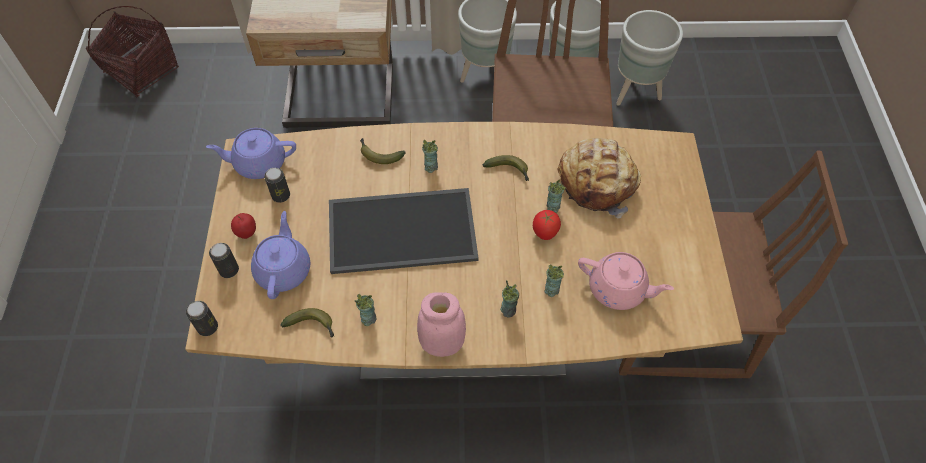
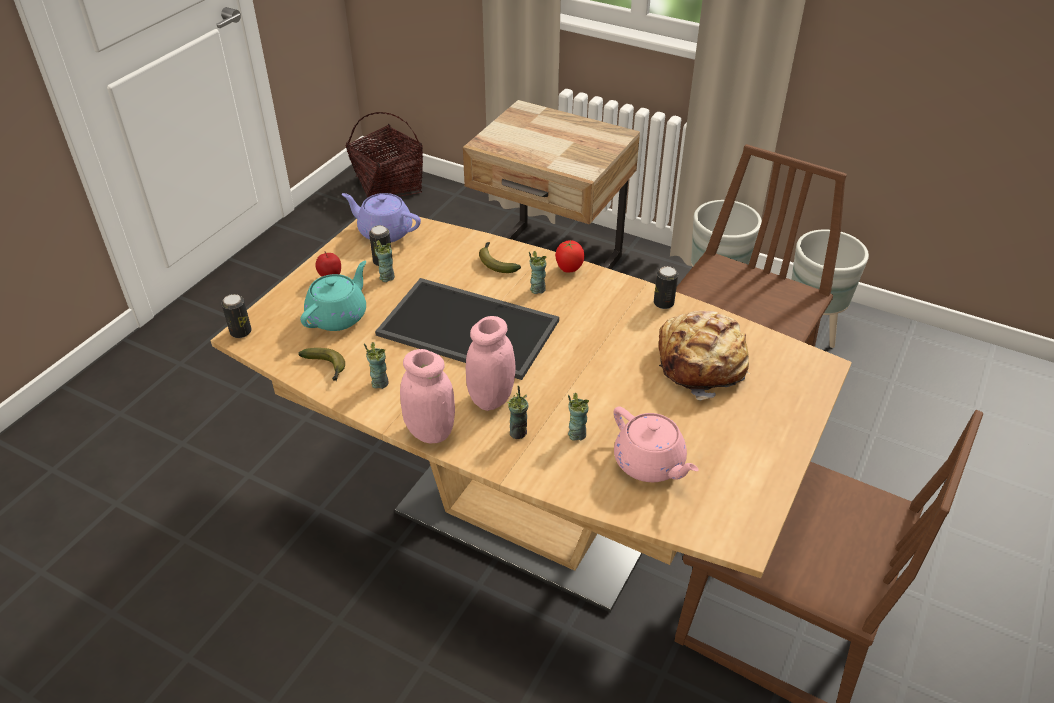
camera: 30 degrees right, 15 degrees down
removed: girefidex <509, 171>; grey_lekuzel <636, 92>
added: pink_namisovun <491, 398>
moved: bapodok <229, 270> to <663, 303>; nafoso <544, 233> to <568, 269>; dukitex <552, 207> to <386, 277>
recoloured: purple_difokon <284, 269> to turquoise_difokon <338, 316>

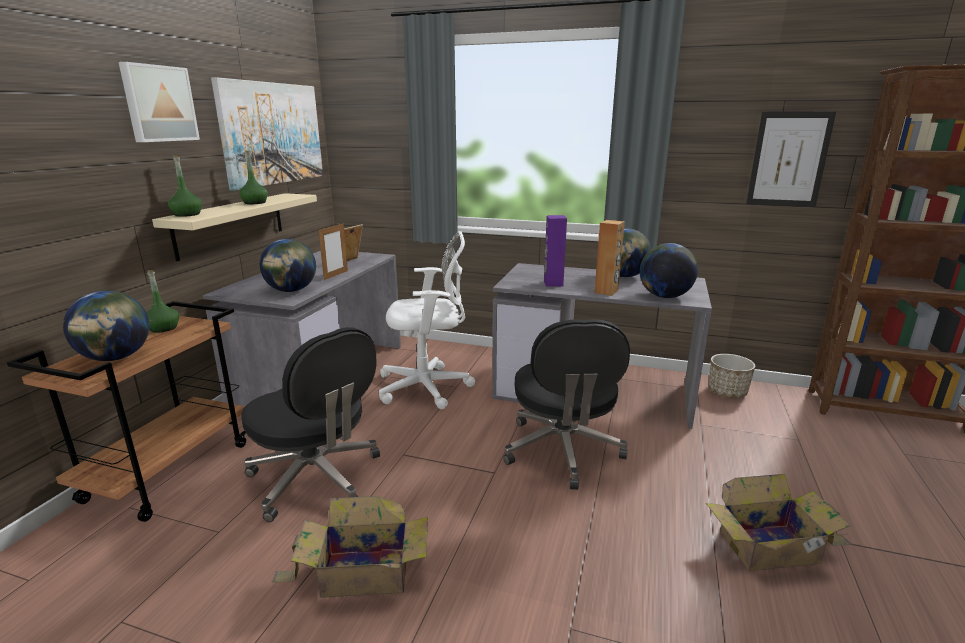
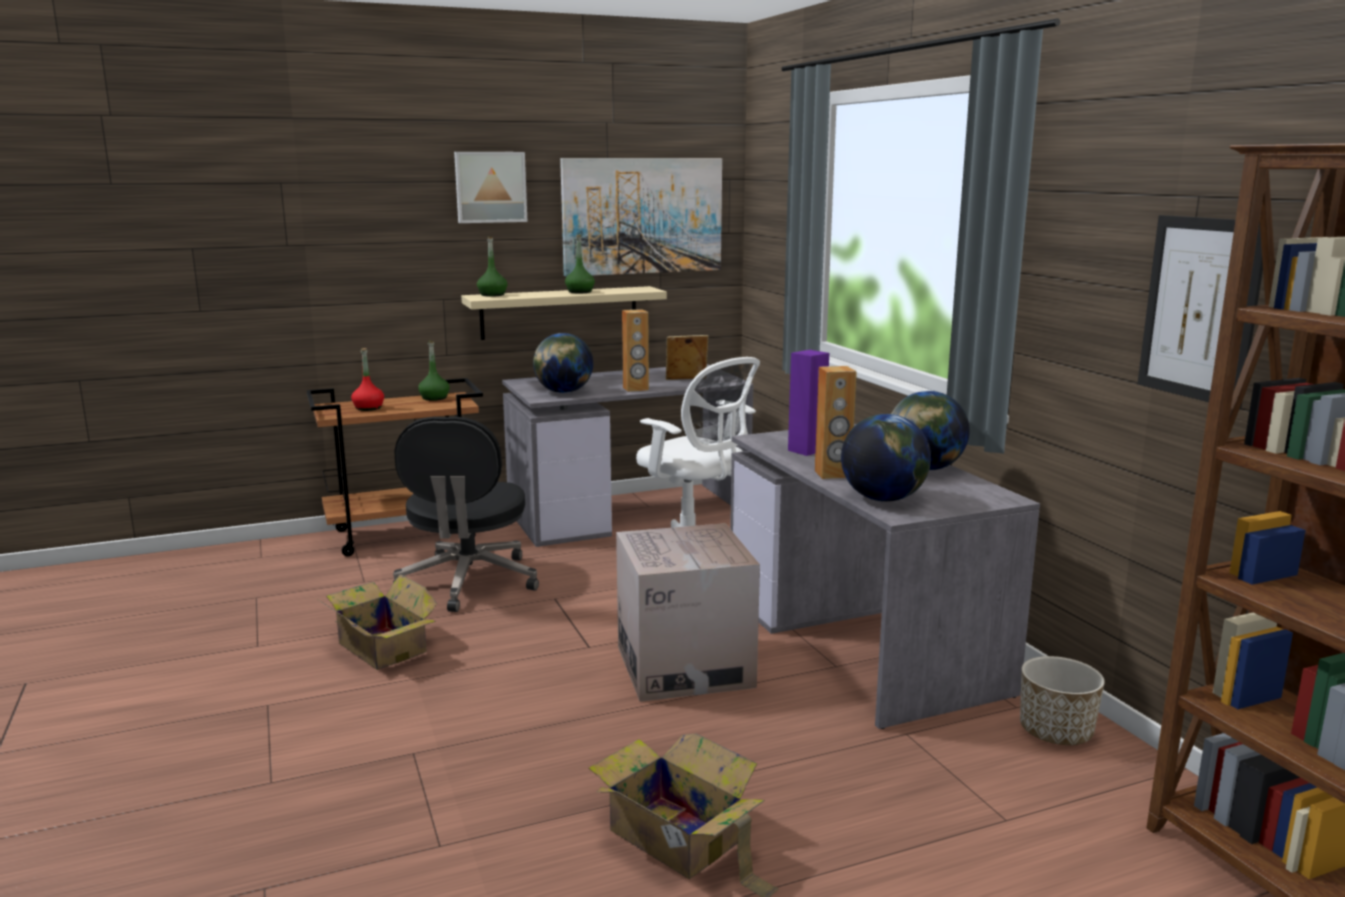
camera: 50 degrees right, 5 degrees down
replaced: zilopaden <116, 358> to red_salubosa <368, 408>; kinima <336, 275> to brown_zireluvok <635, 389>; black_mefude <562, 451> to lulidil <684, 666>

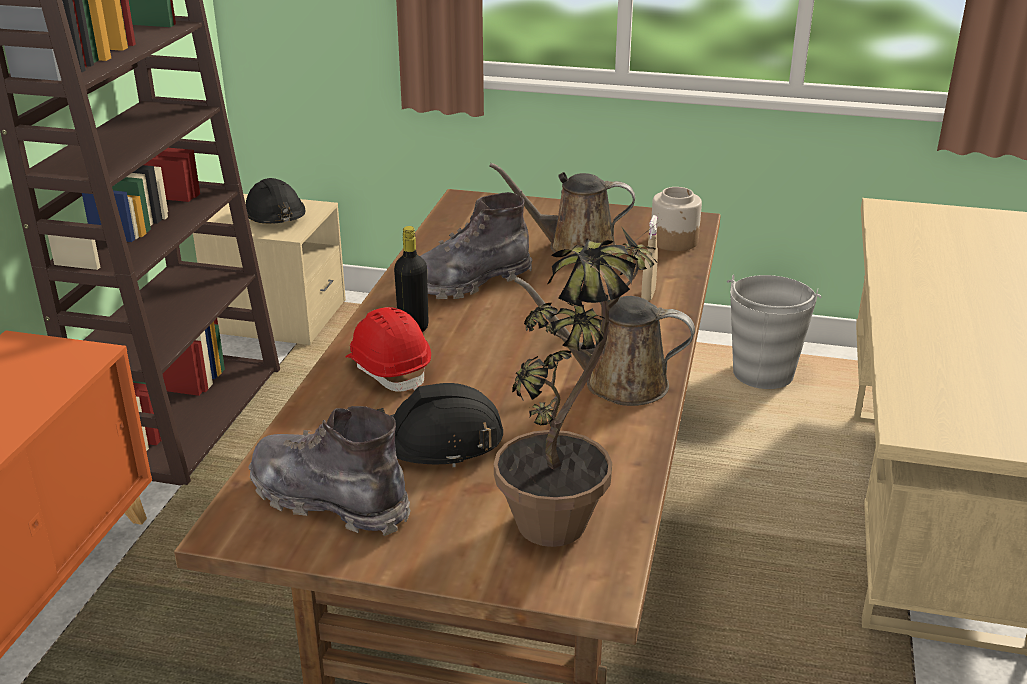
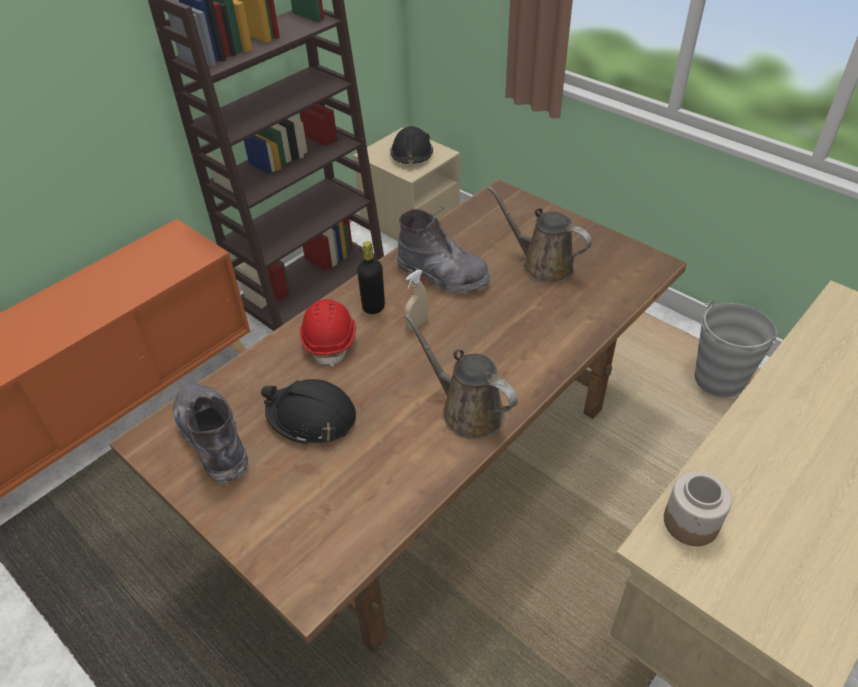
camera: 30 degrees right, 15 degrees up
removed: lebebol <568, 512>
moved: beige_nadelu <648, 295> to <417, 324>; namisovun <674, 241> to <691, 522>
turned: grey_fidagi <470, 281> = <443, 276> 150 degrees counterclockwise

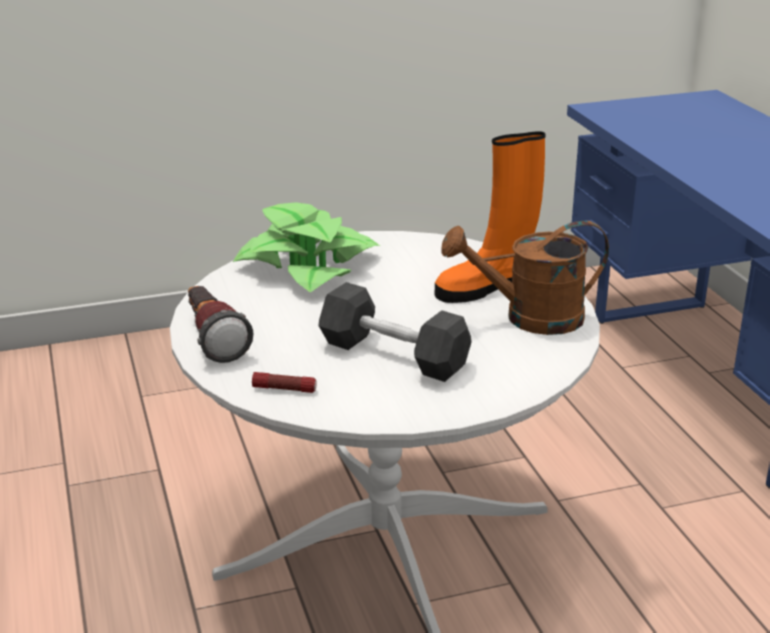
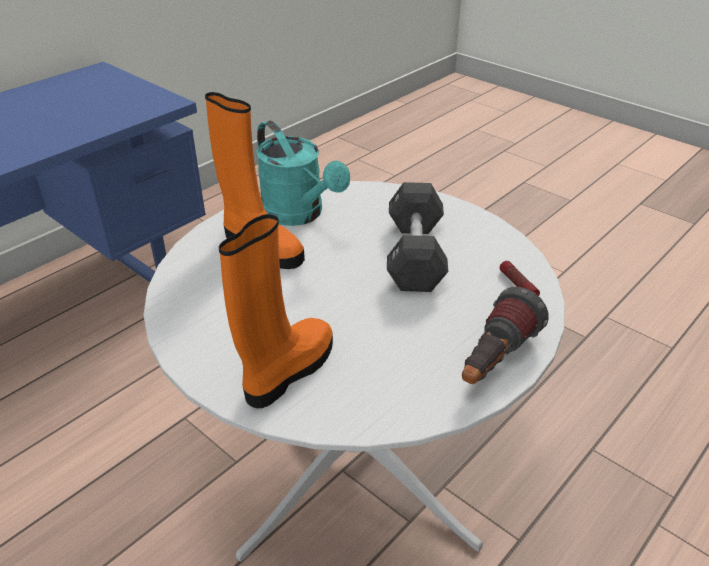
camera: 120 degrees left, 10 degrees up
replaced: lebebol <308, 265> to orange_fidagi <287, 371>
recoloured: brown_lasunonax <530, 318> to turquoise_lasunonax <299, 214>

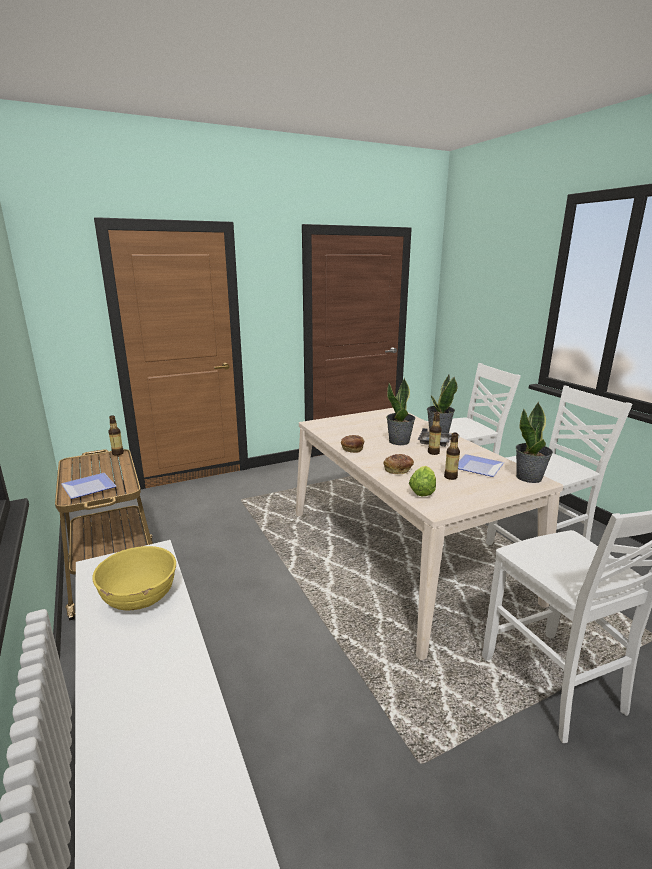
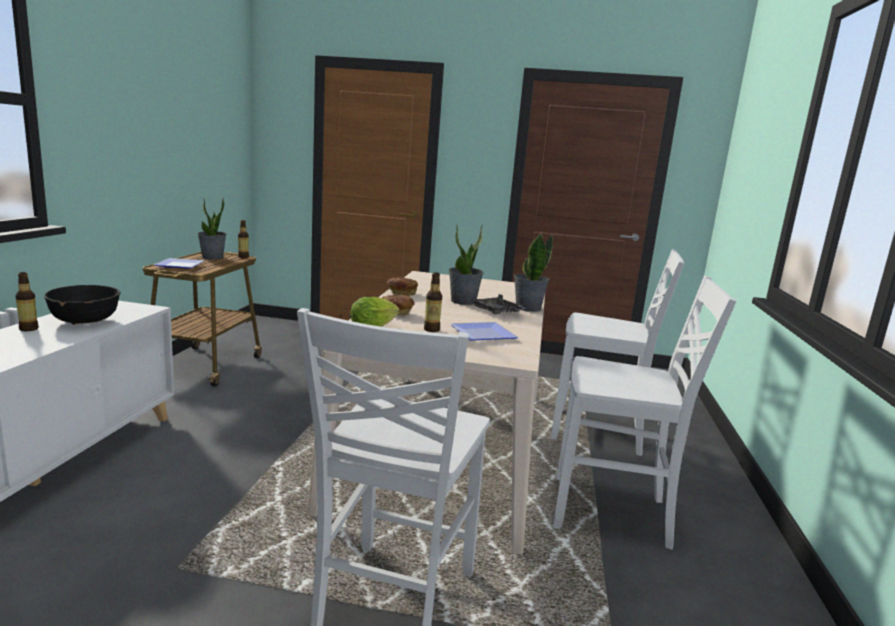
camera: 35 degrees right, 5 degrees down
moved: salubosa <433, 452> to <28, 329>; lebebol <529, 477> to <212, 257>
recoloured: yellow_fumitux <140, 597> to black_fumitux <85, 321>

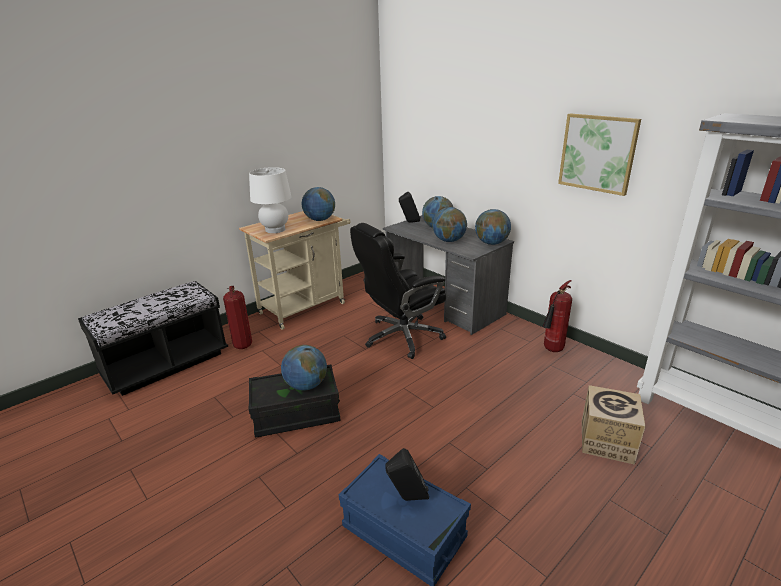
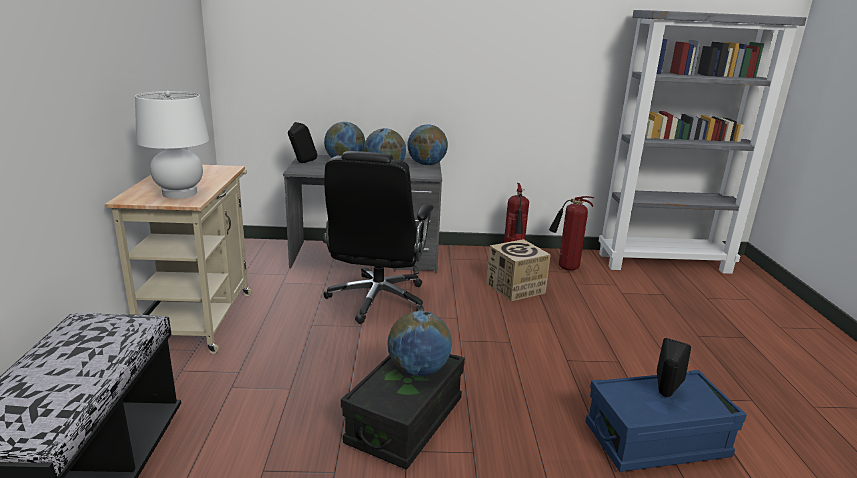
camera: 50 degrees left, 5 degrees down
removed: zilopaden <320, 220>; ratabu <597, 153>
moved: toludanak <242, 345> to <565, 268>; lulidil <606, 441> to <515, 288>

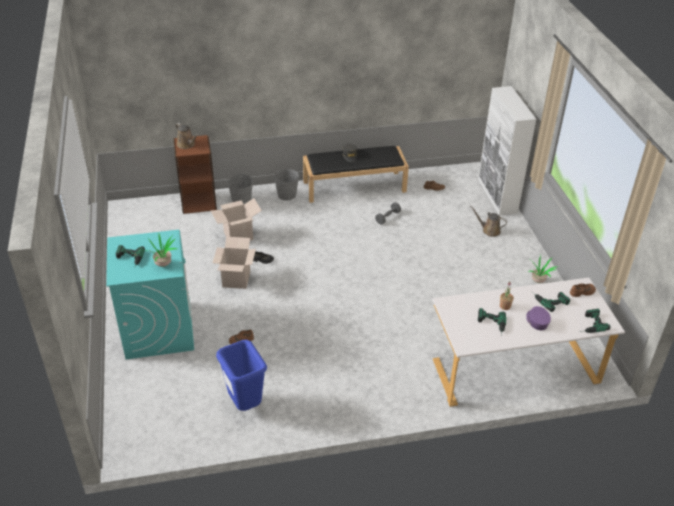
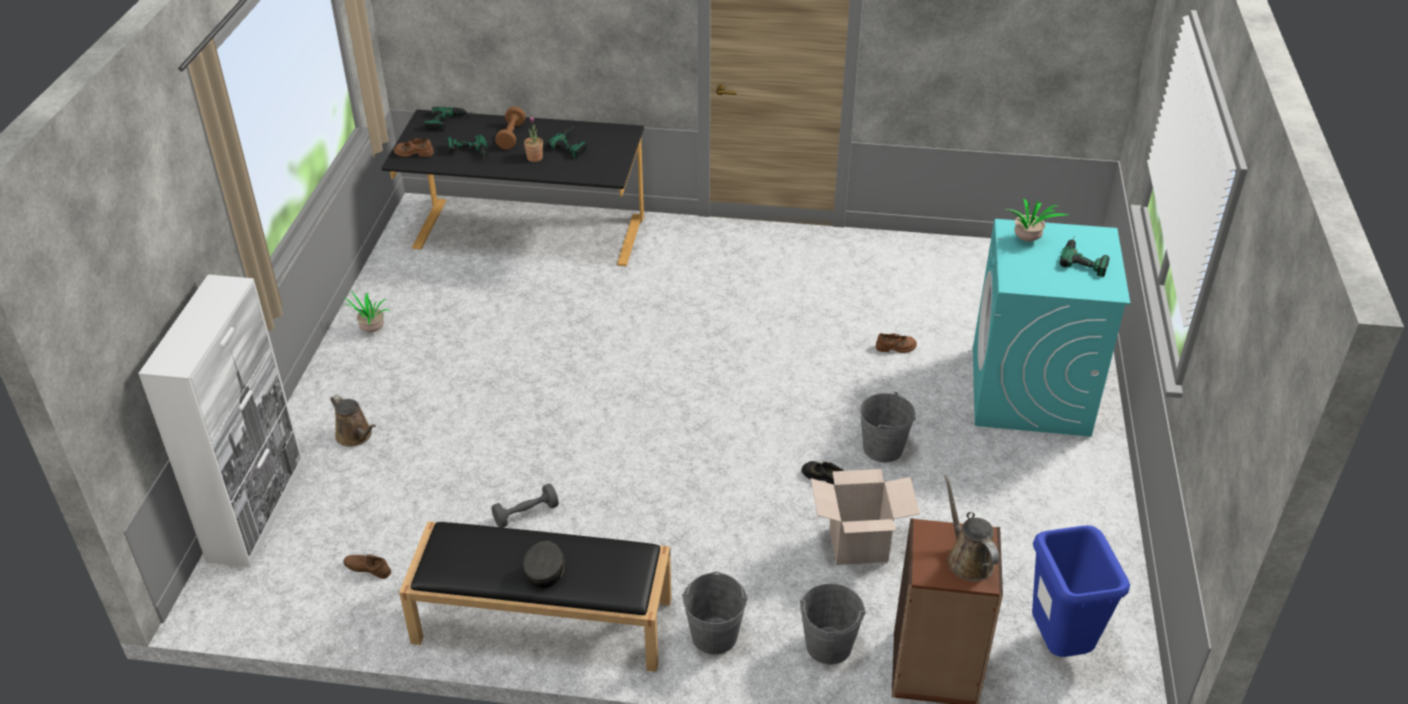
camera: 160 degrees left, 0 degrees up
moved: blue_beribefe <245, 404> to <1059, 646>
replaced: lulidil <236, 279> to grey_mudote <883, 448>; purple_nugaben <537, 321> to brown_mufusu <511, 136>
recoloured: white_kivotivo <514, 367> to black_kivotivo <526, 236>

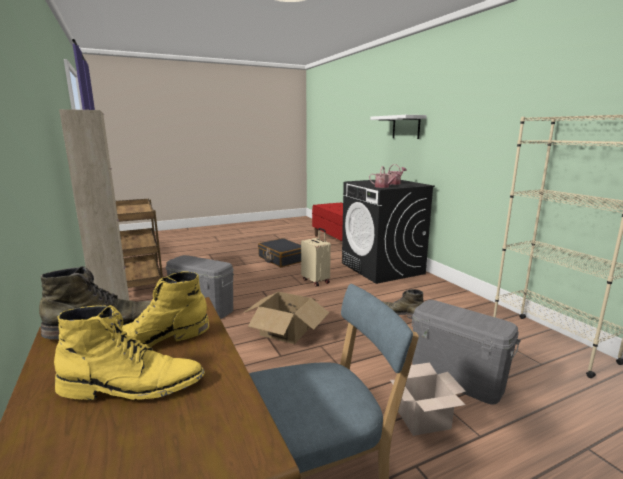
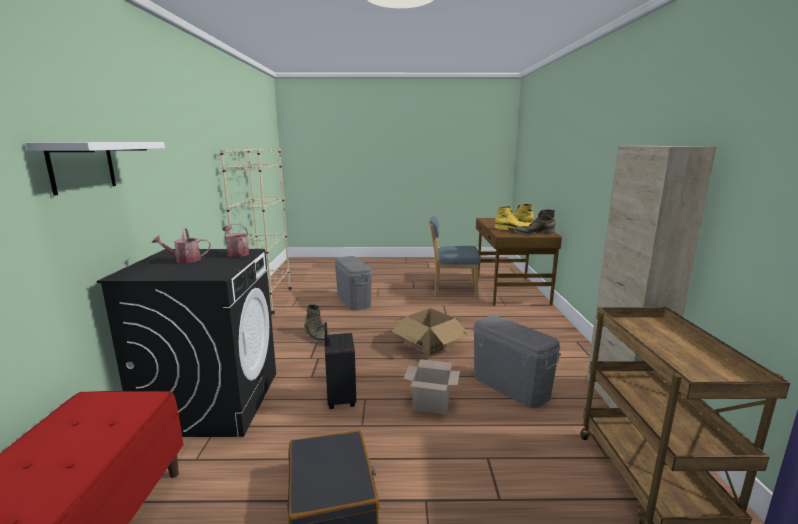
camera: 155 degrees left, 0 degrees up
moved: lulidil <423, 420> to <432, 403>
recoloured: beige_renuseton <316, 281> to black_renuseton <340, 399>

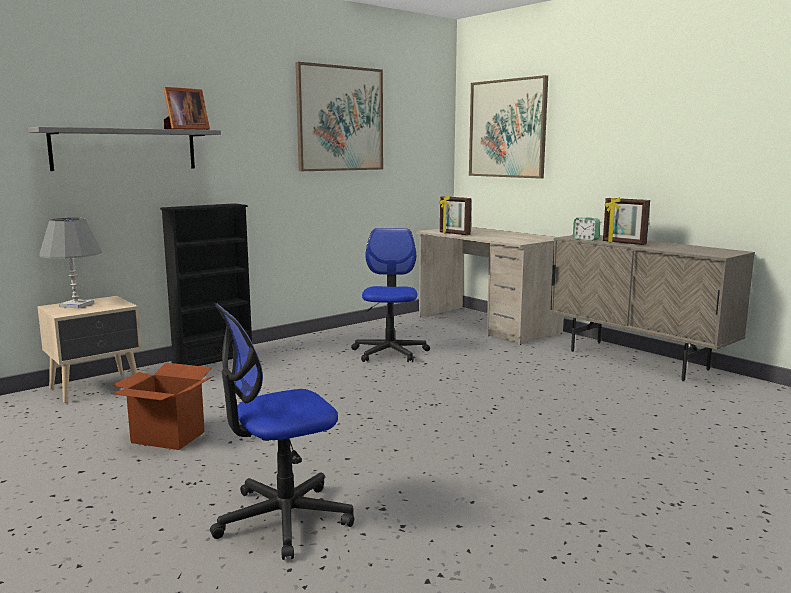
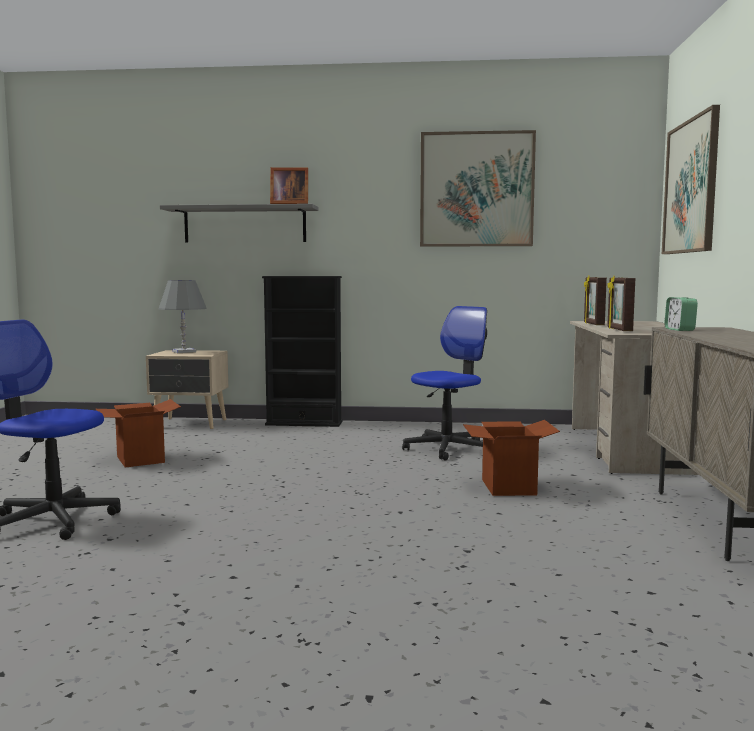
camera: 45 degrees right, 5 degrees down
added: lulidil <508, 487>
moved: kinima <623, 243> to <618, 330>

